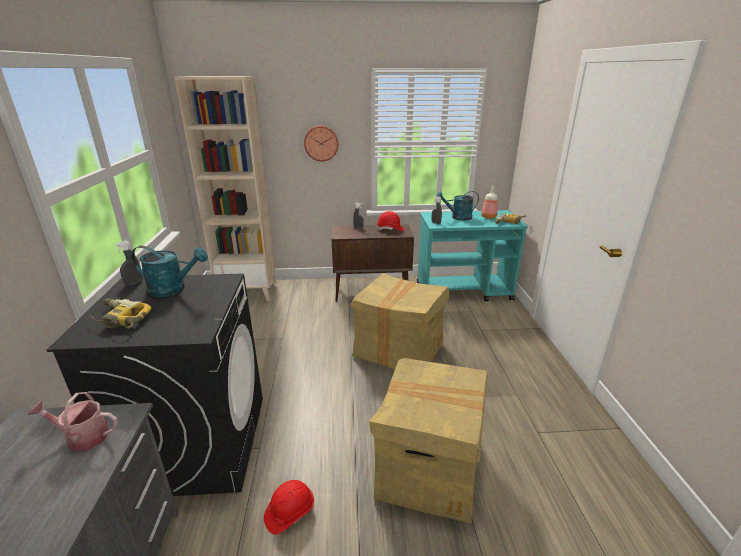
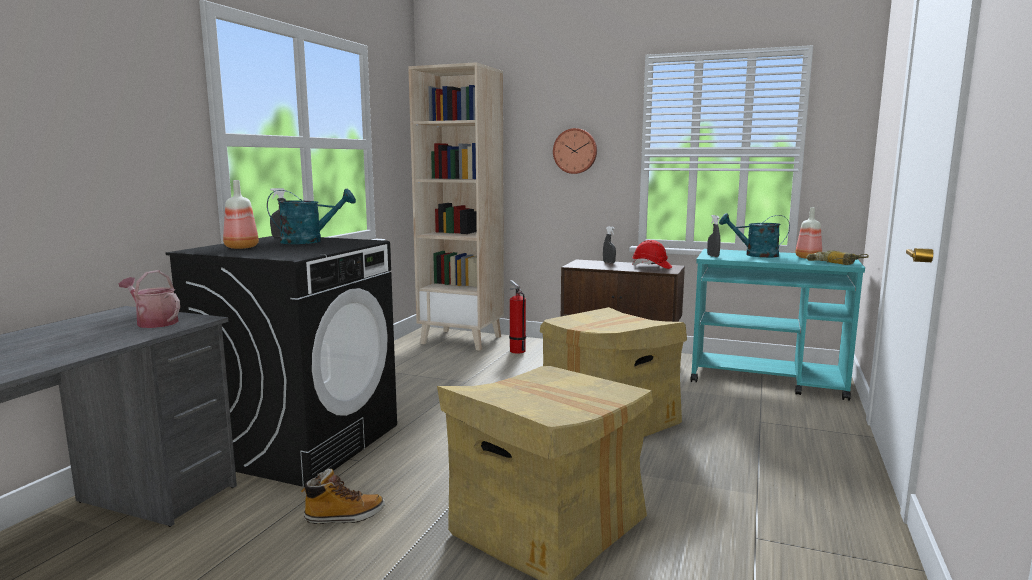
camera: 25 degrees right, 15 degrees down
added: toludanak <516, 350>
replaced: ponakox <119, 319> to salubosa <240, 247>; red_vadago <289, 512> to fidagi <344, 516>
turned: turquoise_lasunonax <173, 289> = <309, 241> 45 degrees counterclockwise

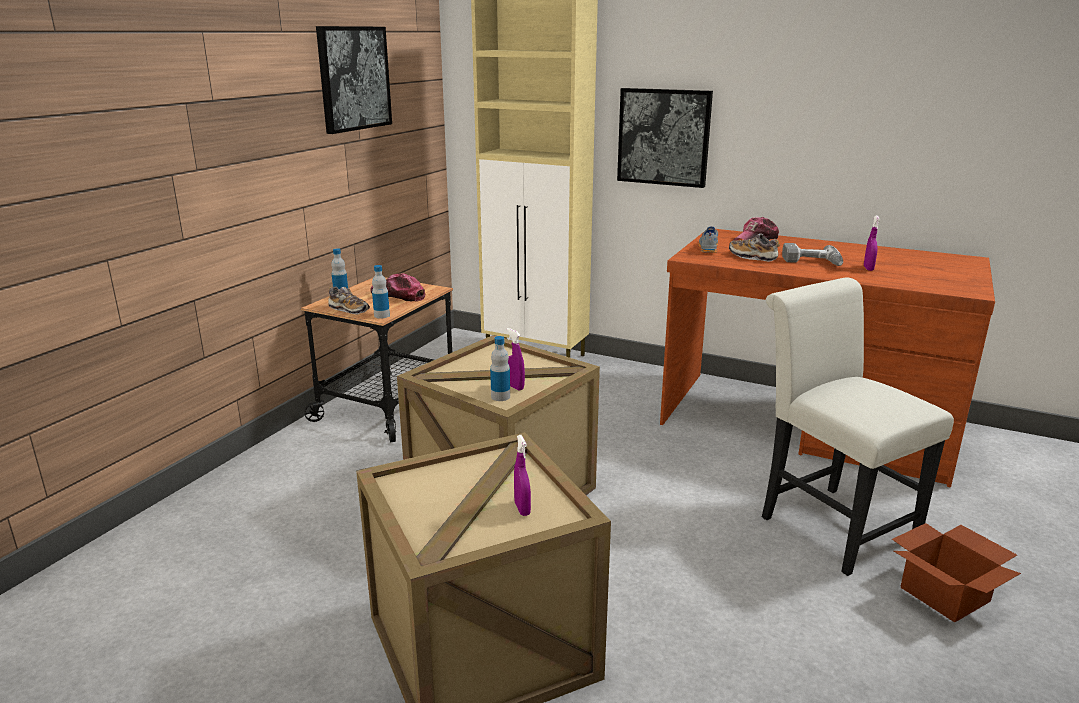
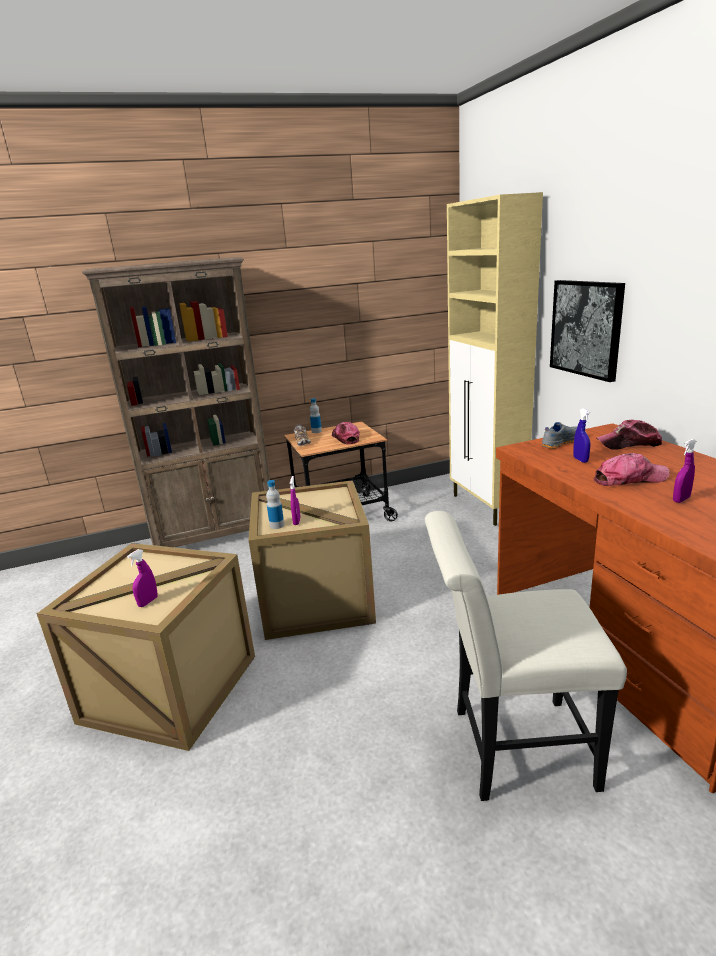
camera: 45 degrees right, 0 degrees up
removed: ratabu <353, 78>; salubosa <382, 315>; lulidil <947, 594>
added: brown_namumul <217, 536>
replaced: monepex <752, 257> to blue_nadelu <580, 460>; ponakox <812, 263> to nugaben <629, 479>
turned: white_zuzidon <829, 523> = <511, 748> 105 degrees counterclockwise

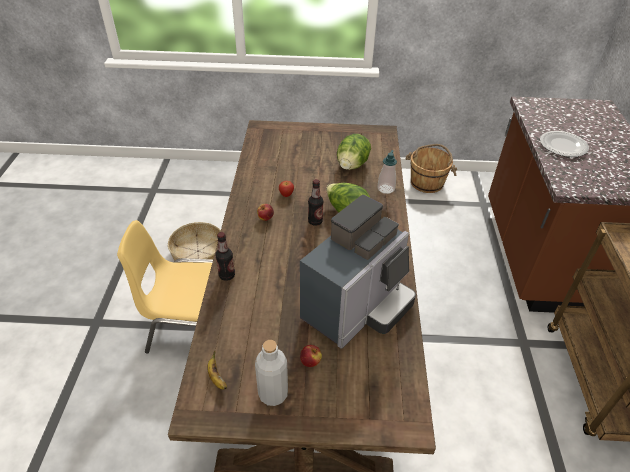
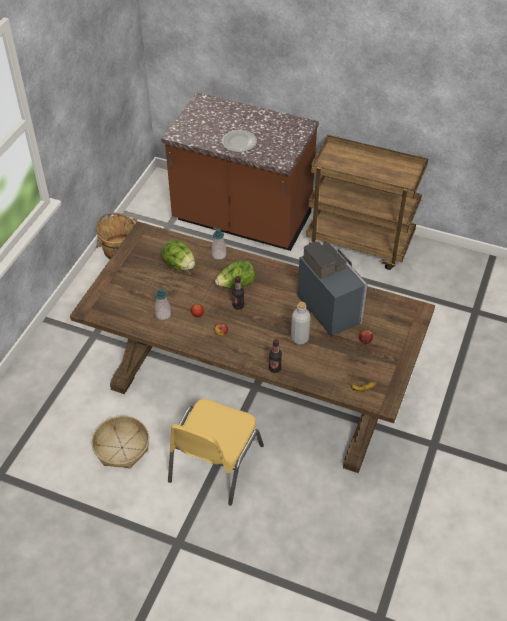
camera: 70 degrees left, 5 degrees up
added: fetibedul <163, 314>
moved: grey_salubosa <273, 394> to <299, 338>

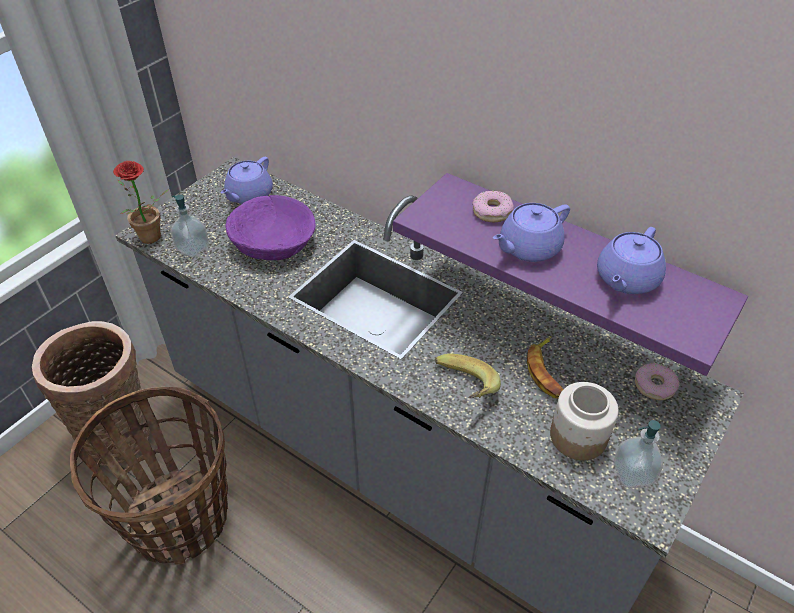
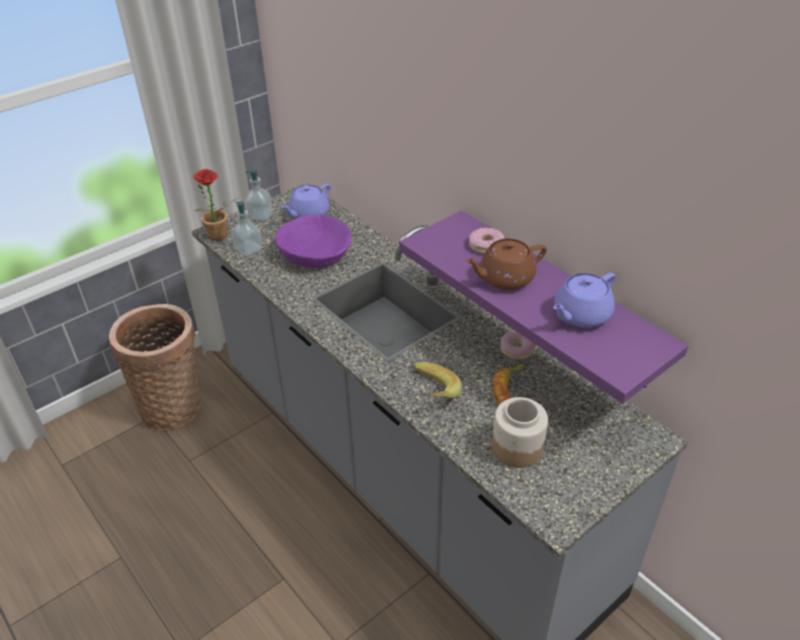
camera: 15 degrees right, 5 degrees down
removed: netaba <179, 518>
moved: fetibedul <633, 473> to <260, 215>; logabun <654, 385> to <517, 349>
recoloured: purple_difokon <528, 248> to brown_difokon <505, 278>

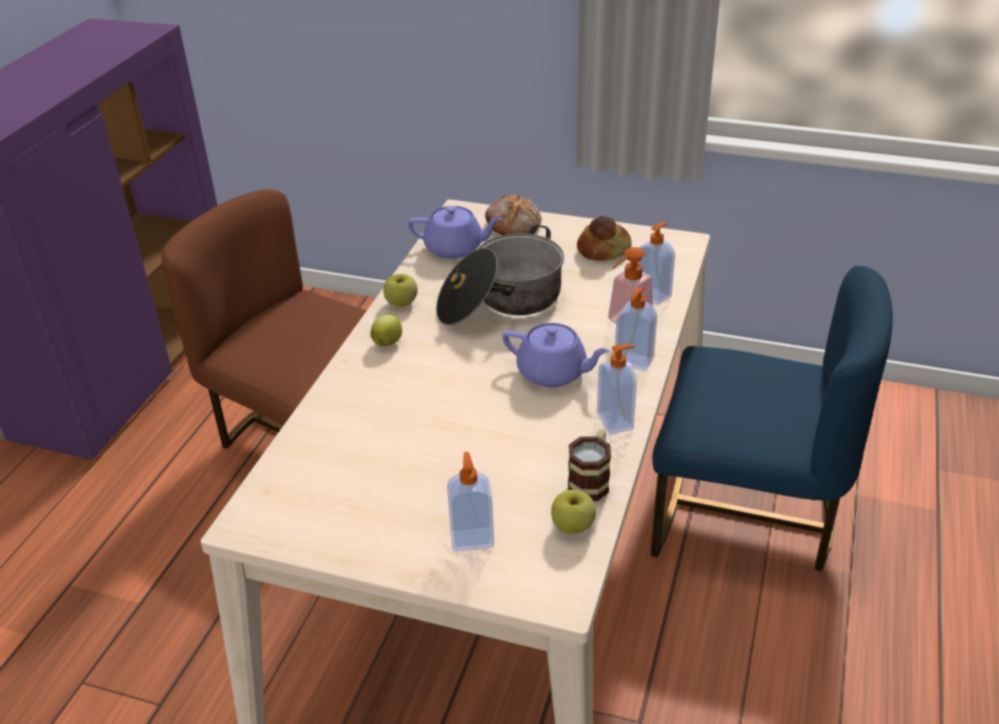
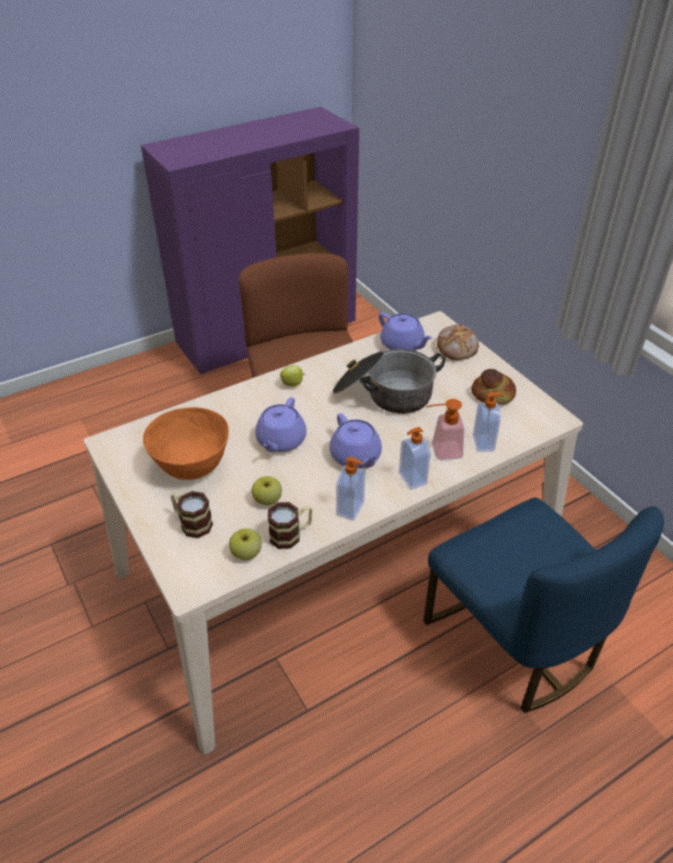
camera: 40 degrees right, 5 degrees up
added: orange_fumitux <192, 467>; purple_difokon <280, 441>
moved: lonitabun <401, 303> to <267, 500>
replaced: fetibedul <472, 538> to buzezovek <192, 523>

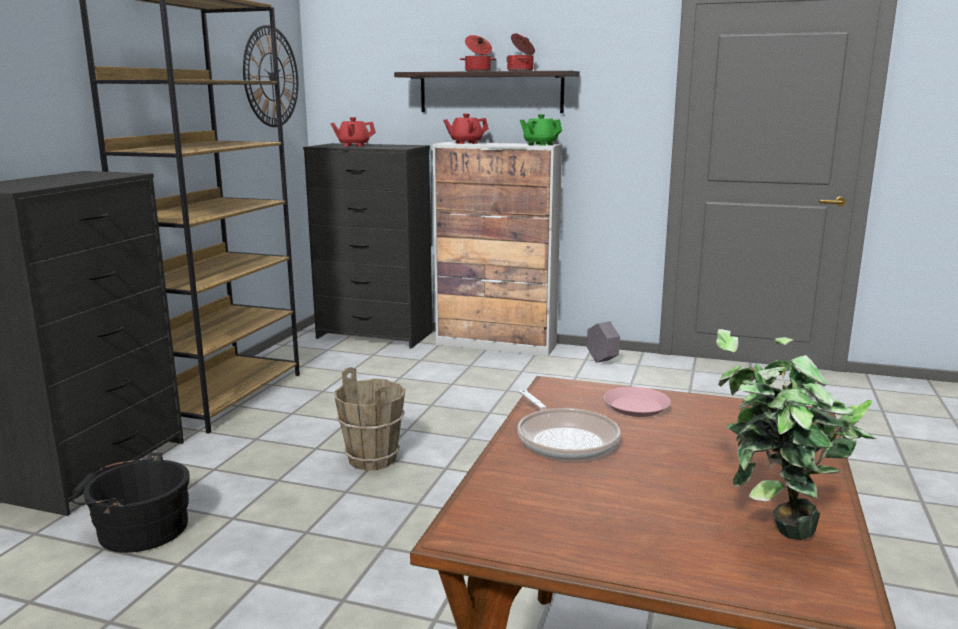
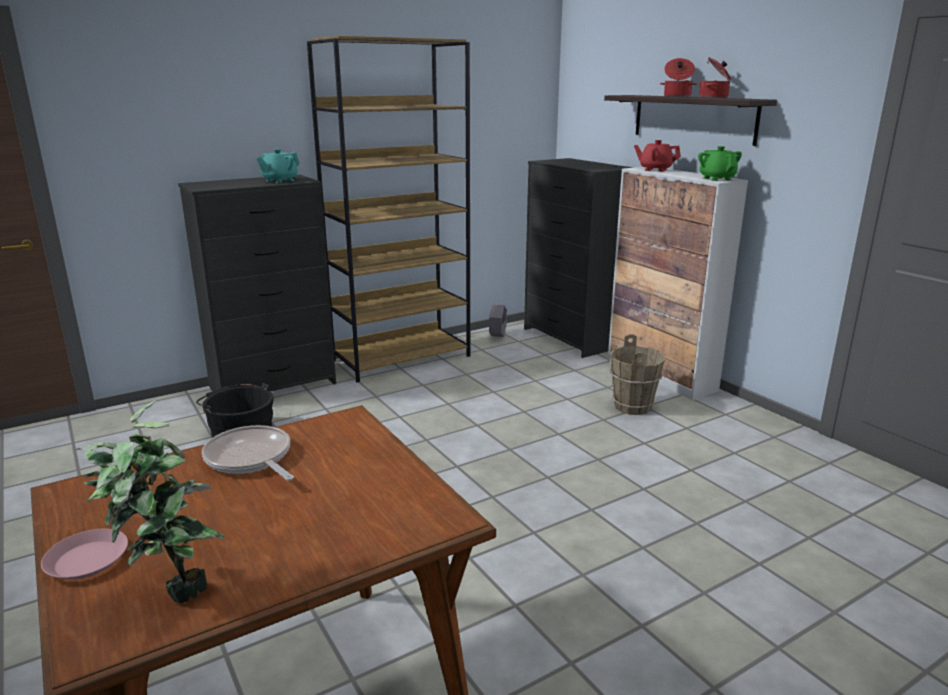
camera: 40 degrees right, 5 degrees up
removed: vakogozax <271, 77>; red_difokon <353, 146>
added: turquoise_difokon <279, 180>
moved: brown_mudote <373, 459> to <633, 407>; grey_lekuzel <602, 361> to <497, 336>; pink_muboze <636, 407> to <86, 560>
turned: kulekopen <564, 439> = <250, 459> 120 degrees clockwise

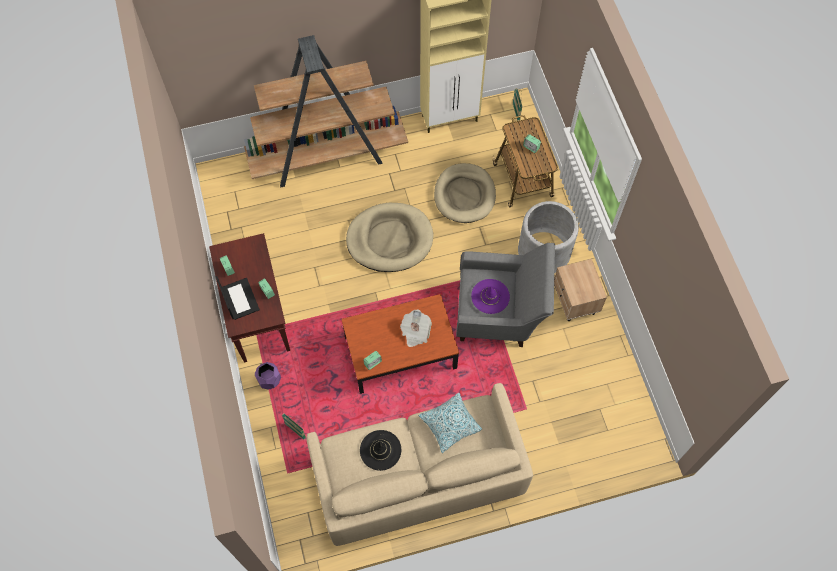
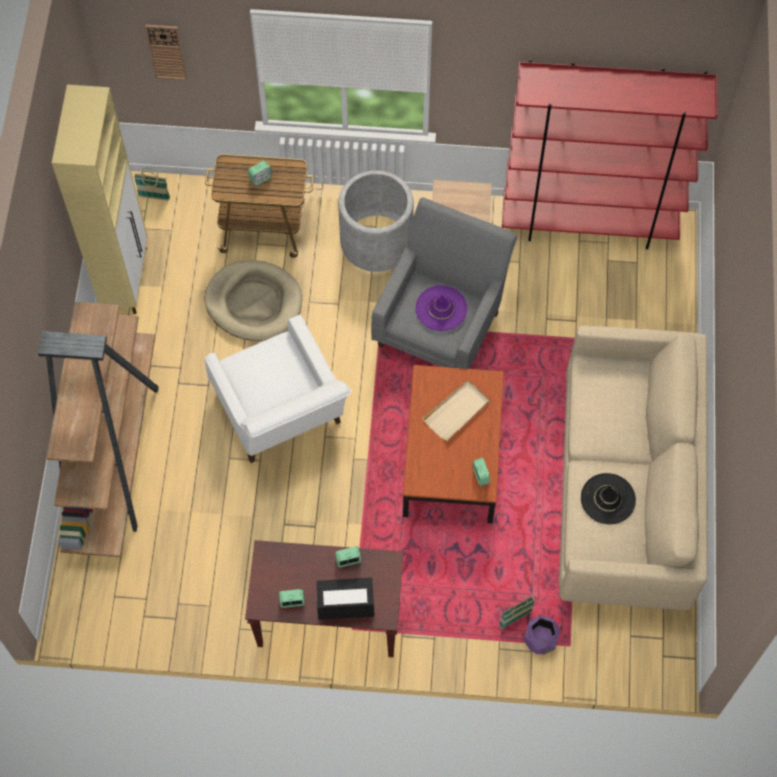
camera: 70 degrees left, 0 degrees up
removed: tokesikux <450, 424>
added: vakogozax <166, 51>; red_namumul <589, 224>
moved: purple_lekuzel <269, 380> to <541, 640>
replaced: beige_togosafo <390, 239> to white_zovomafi <282, 415>; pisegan <415, 332> to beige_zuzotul <456, 411>

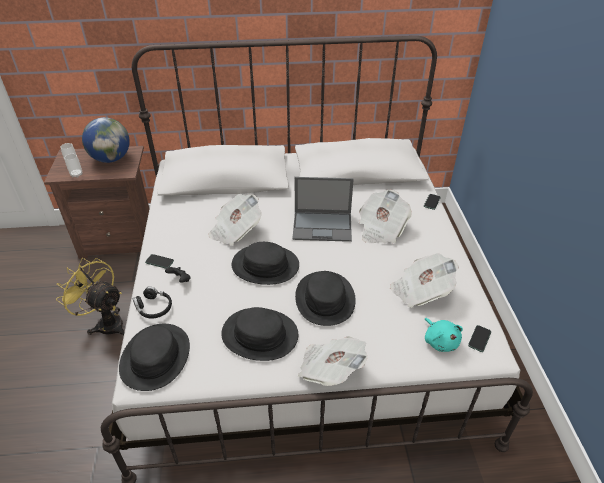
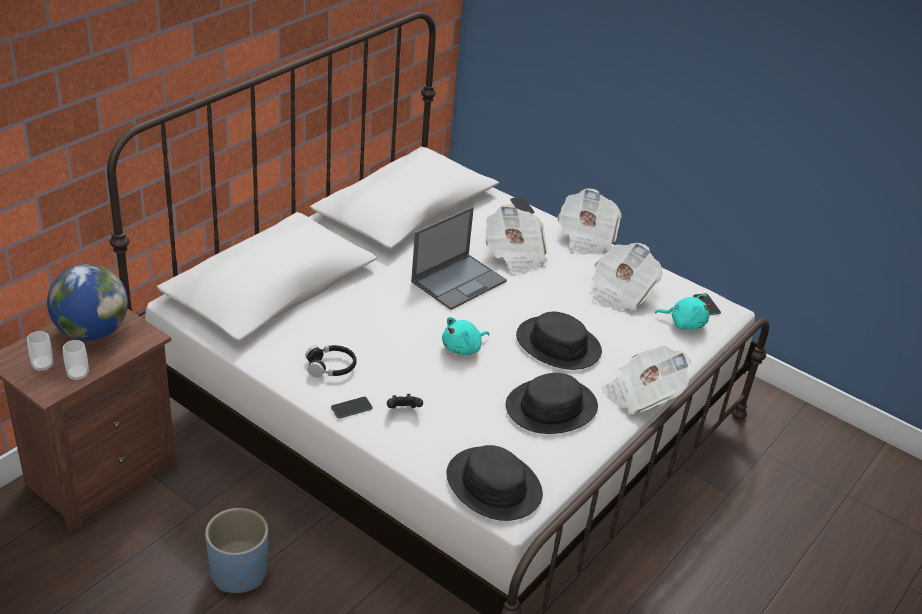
camera: 50 degrees left, 5 degrees down
moved: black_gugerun <154, 307> to <331, 367>; pisegan <235, 230> to <586, 238>
replaced: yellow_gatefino <106, 323> to blue_lekuzel <239, 573>; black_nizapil <265, 265> to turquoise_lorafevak <463, 348>

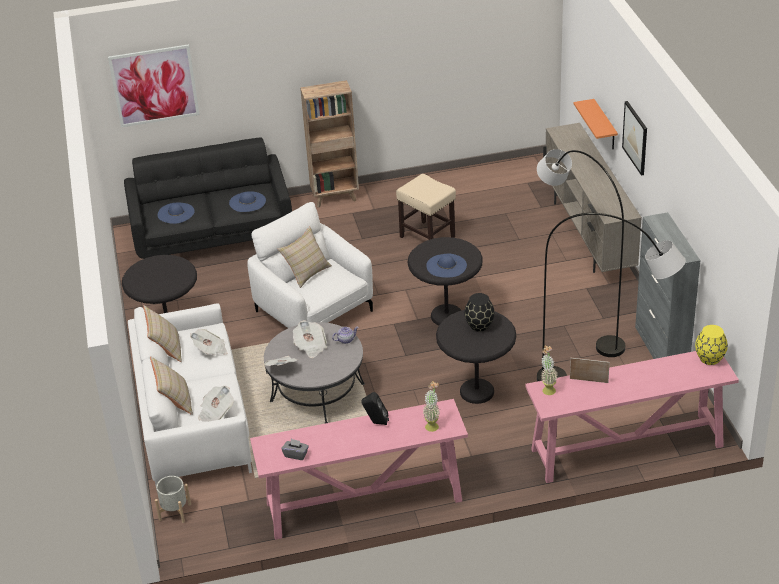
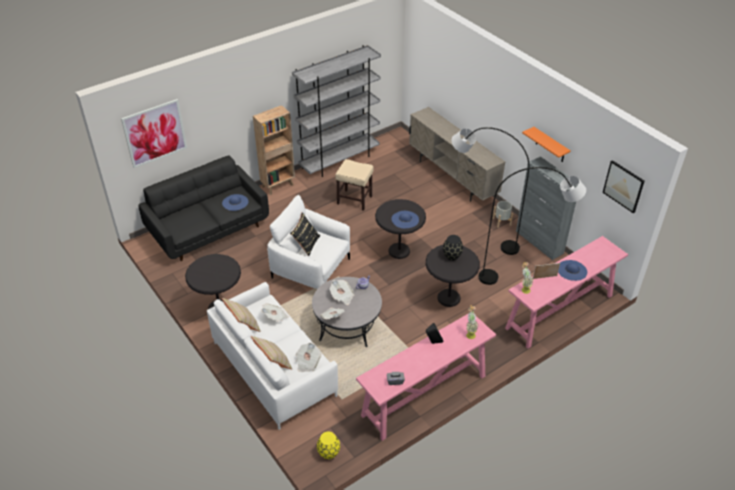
camera: 25 degrees left, 5 degrees up
added: grey_namumul <339, 160>
moved: grey_lekuzel <175, 512> to <501, 222>; blue_nizapil <176, 213> to <572, 270>; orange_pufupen <605, 125> to <550, 145>; ratabu <635, 137> to <623, 186>; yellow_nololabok <709, 358> to <328, 453>
recoloured: beige_tokesikux <307, 272> to black_tokesikux <306, 244>

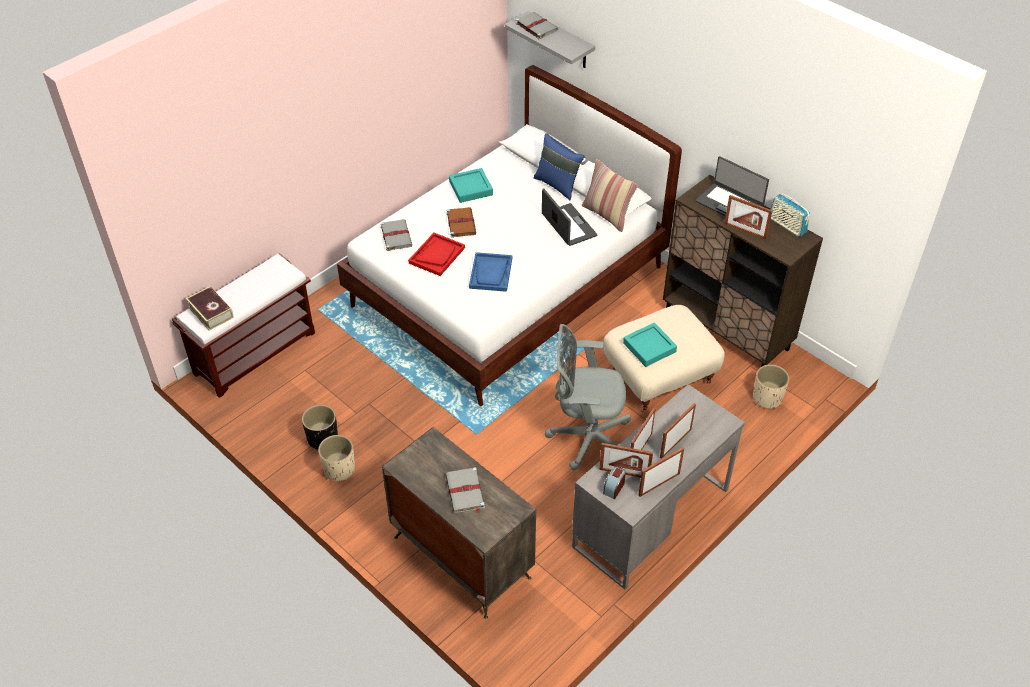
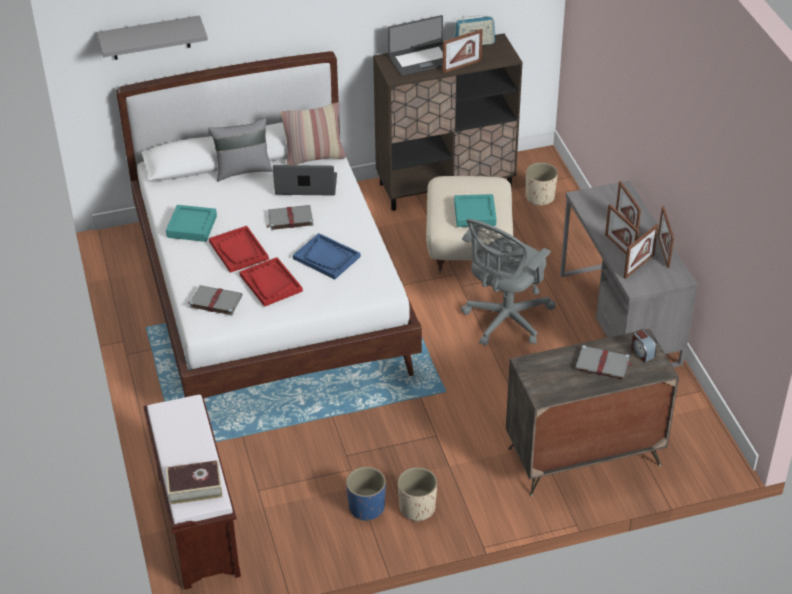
camera: 60 degrees left, 5 degrees down
moved: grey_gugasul <536, 26> to <289, 219>; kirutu <614, 488> to <642, 352>
replaced: brown_gugasul <461, 223> to red_zuzotul <239, 250>
recoloured: black_lekuzel <323, 439> to blue_lekuzel <367, 507>; blue_tokesikux <558, 185> to grey_tokesikux <243, 170>

